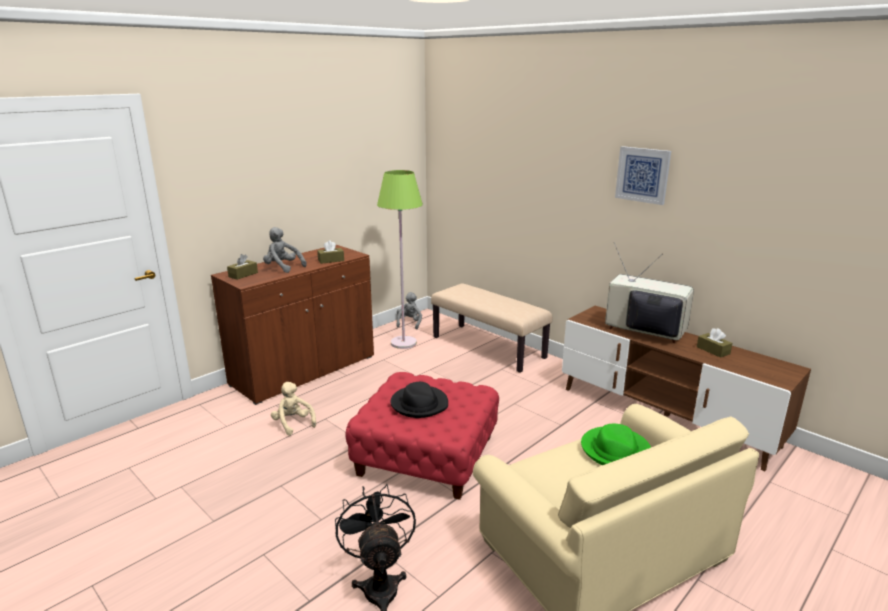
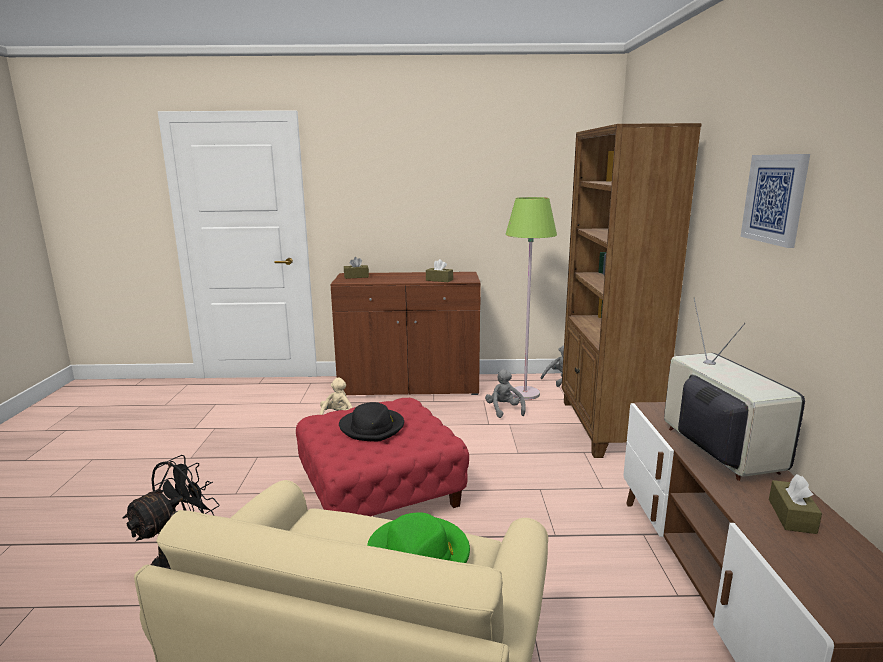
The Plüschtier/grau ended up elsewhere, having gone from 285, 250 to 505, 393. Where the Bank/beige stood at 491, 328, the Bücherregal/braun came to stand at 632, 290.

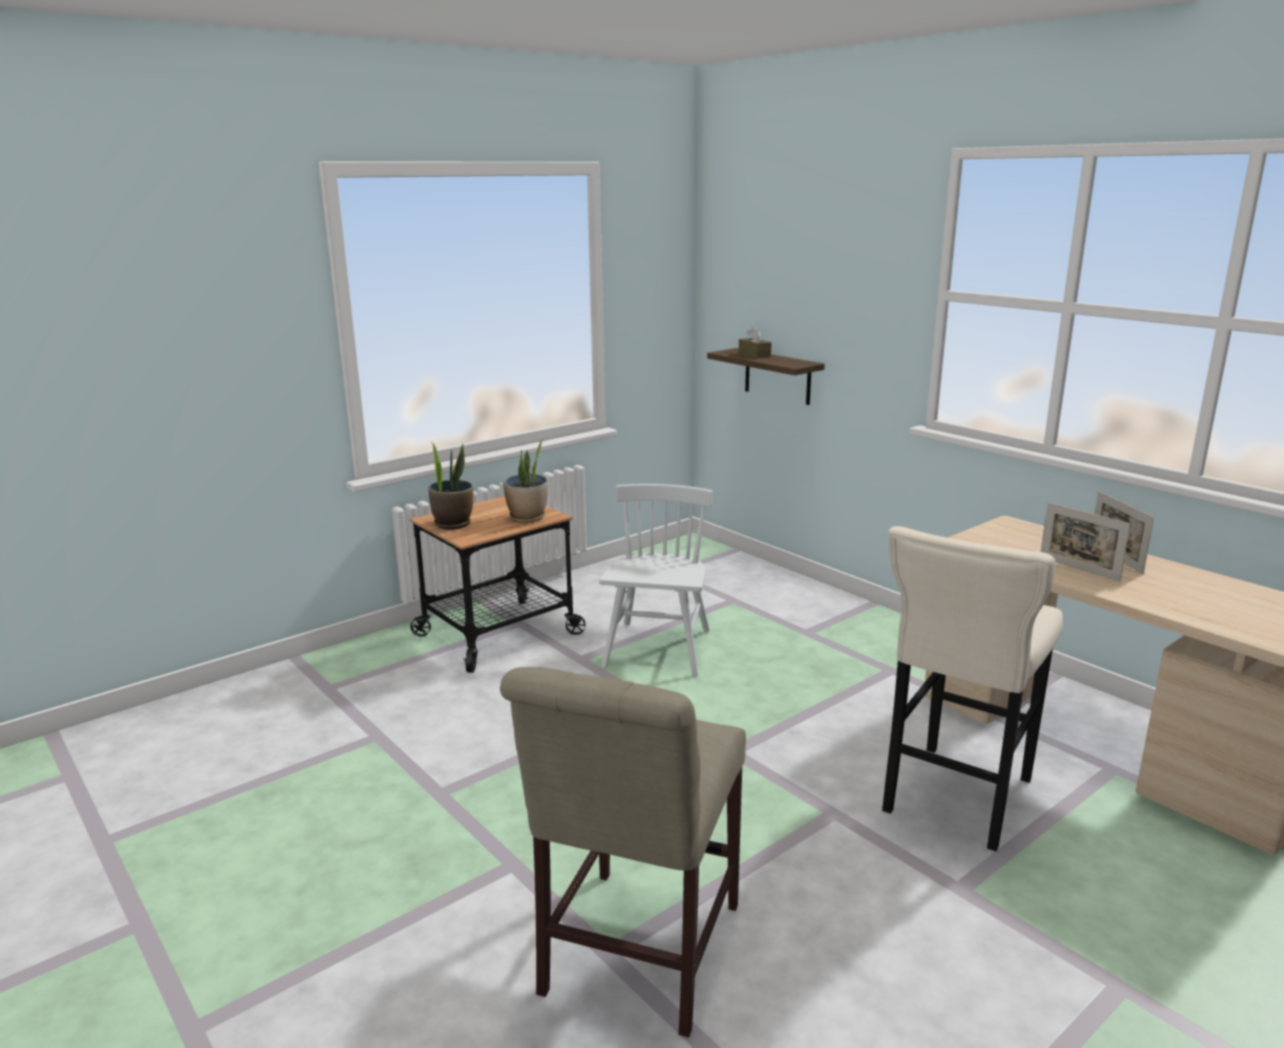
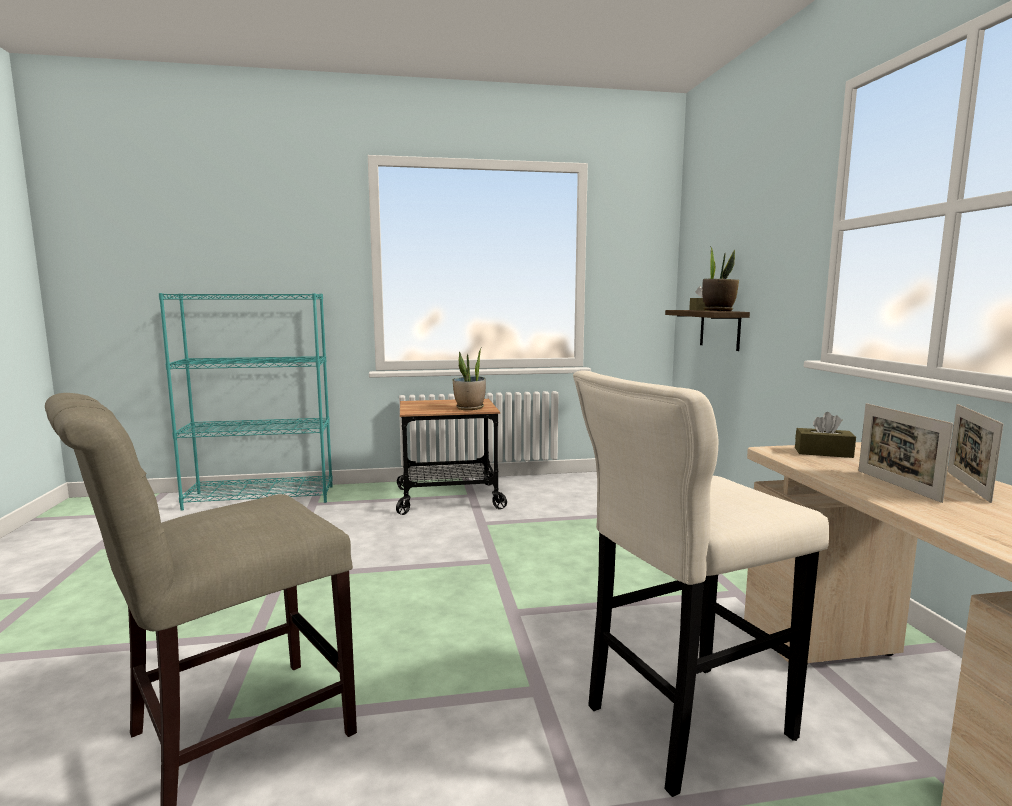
The Topfpflanze ended up elsewhere, having gone from 450, 485 to 720, 278. The second view lost the Stuhl/weiß at 656, 580. The second view gained the Bücherregal/türkis at 246, 402. The second view gained the Taschentuchbox/braun at 825, 435.

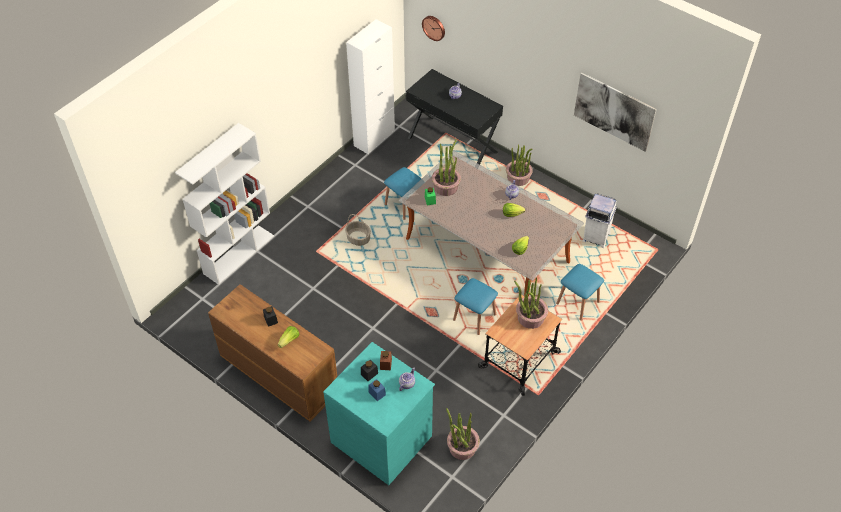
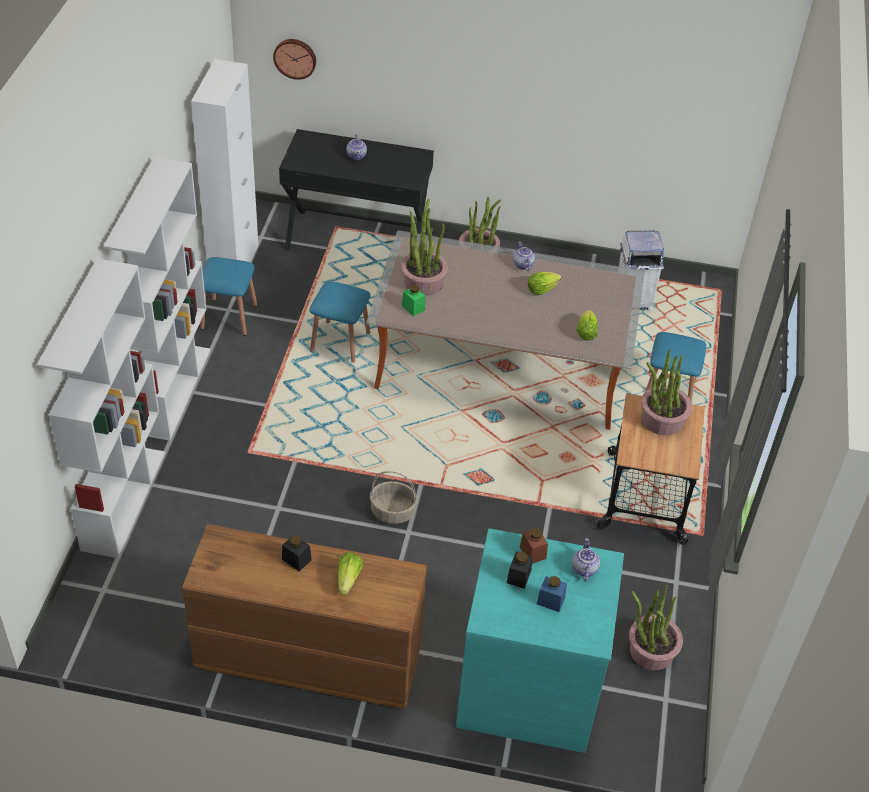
The second view lost the Bild at 615, 112. The Korb ended up elsewhere, having gone from 358, 230 to 393, 497. The Hocker/blau ended up elsewhere, having gone from 475, 306 to 228, 296. The second view gained the Bücherregal/weiß at 157, 299.

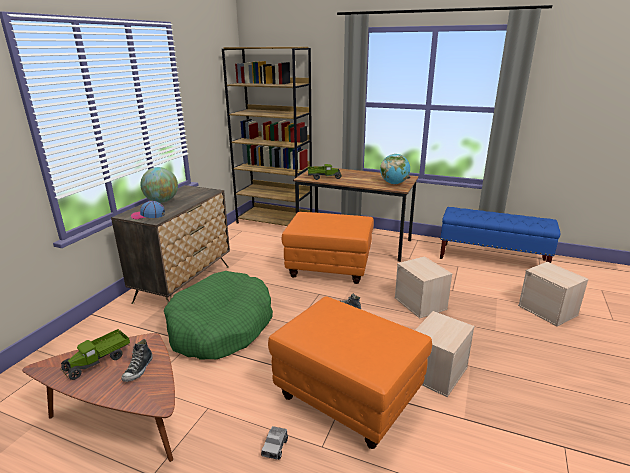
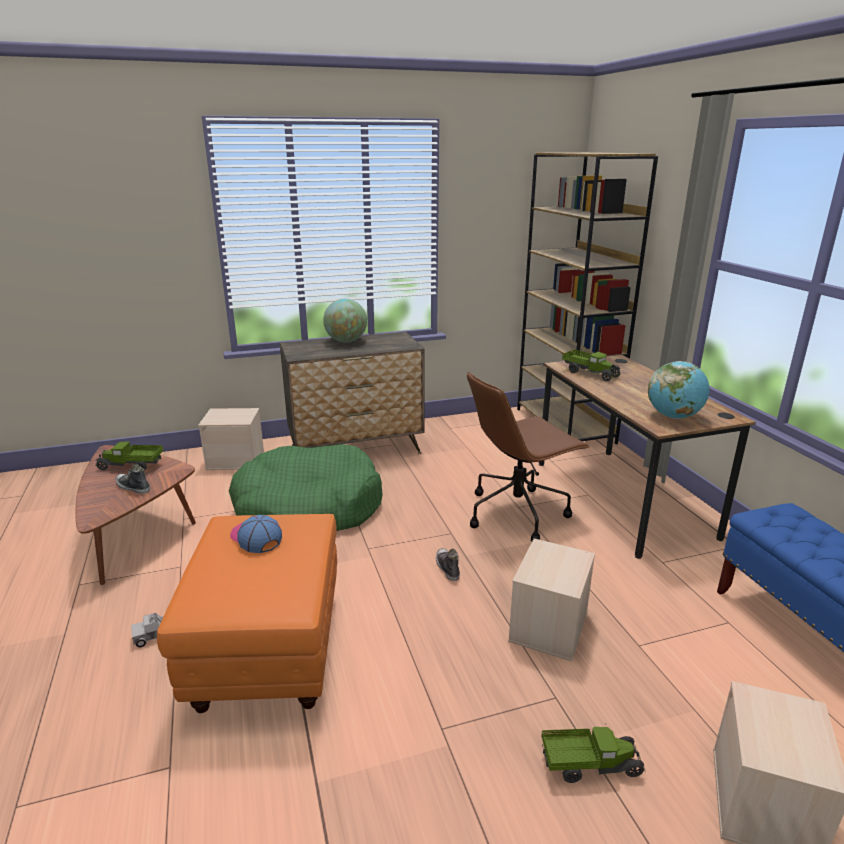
The Kappe ended up elsewhere, having gone from 148, 210 to 256, 534. Where the Polsterhocker/orange stood at 328, 248, the Bürostuhl/braun came to stand at 528, 456. The Aufbewahrungsbox/beige ended up elsewhere, having gone from 445, 354 to 231, 439. The Schuh at 137, 360 ended up facing another way, 60 degrees clockwise from before. The second view gained the Spielzeuglaster at 593, 755.

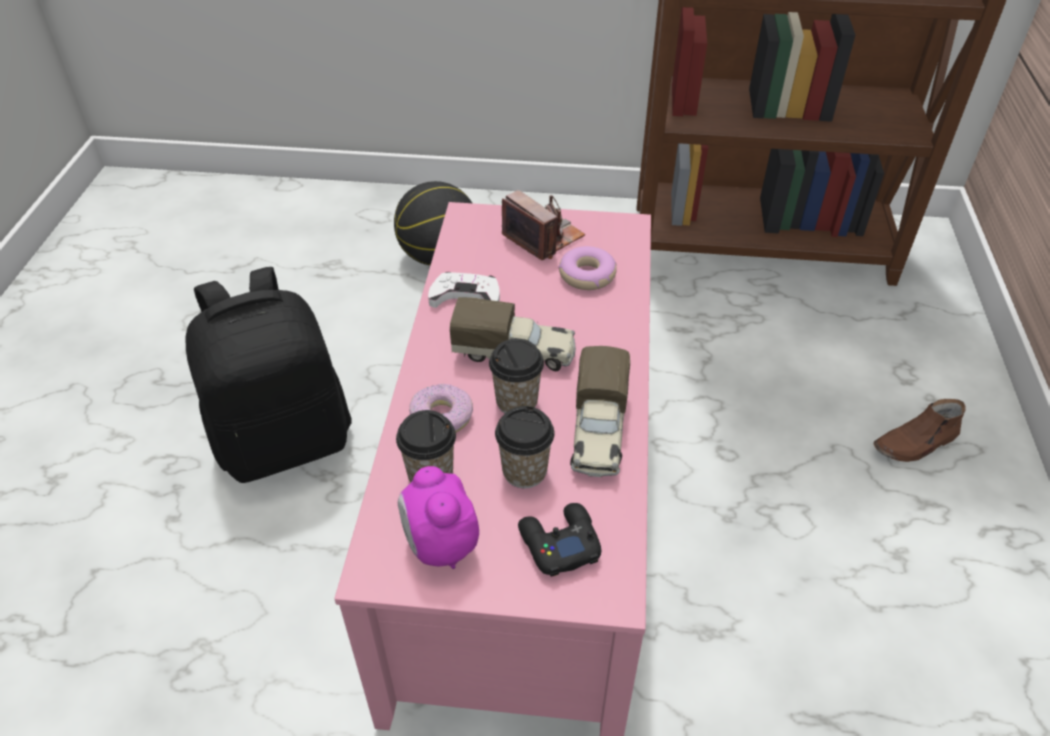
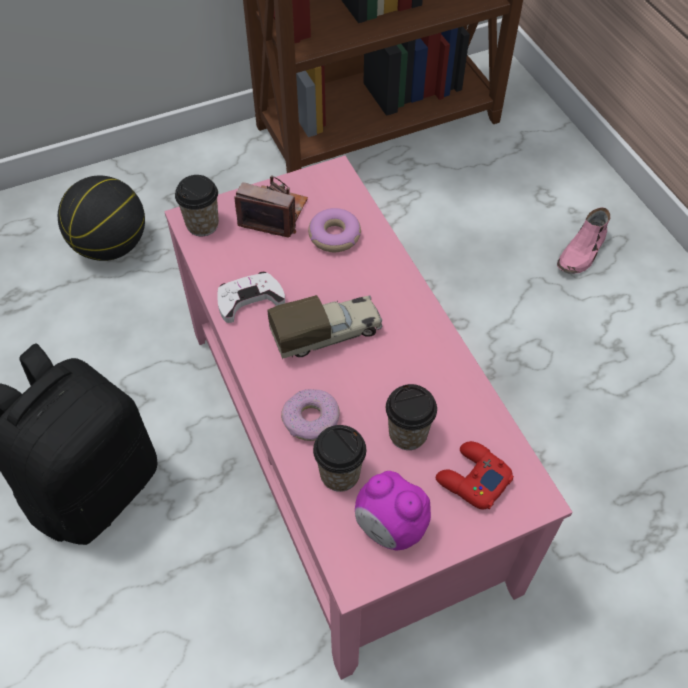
The Tasse ended up elsewhere, having gone from 516, 376 to 197, 205. The second view lost the Spielzeuglaster at 600, 411. What was the Schuh/braun at 919, 430 turned into the Schuh/rosa at 583, 240. What was the Gamepad/schwarz at 560, 540 turned into the Gamepad/rot at 475, 475.

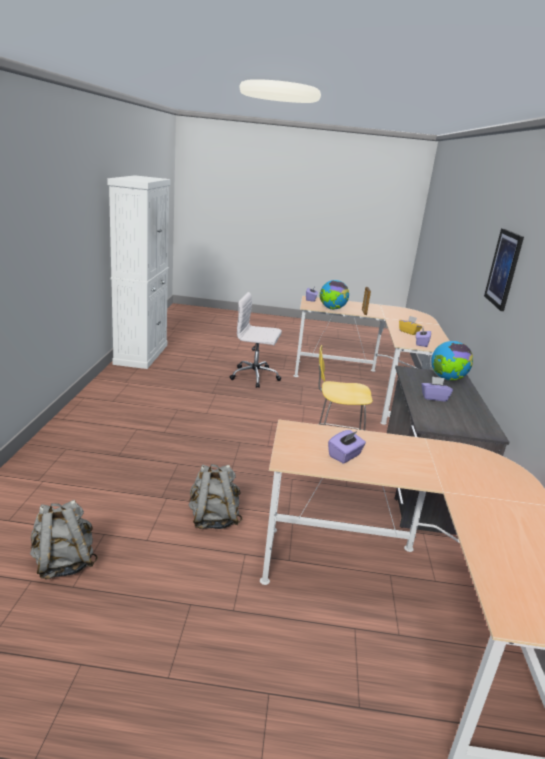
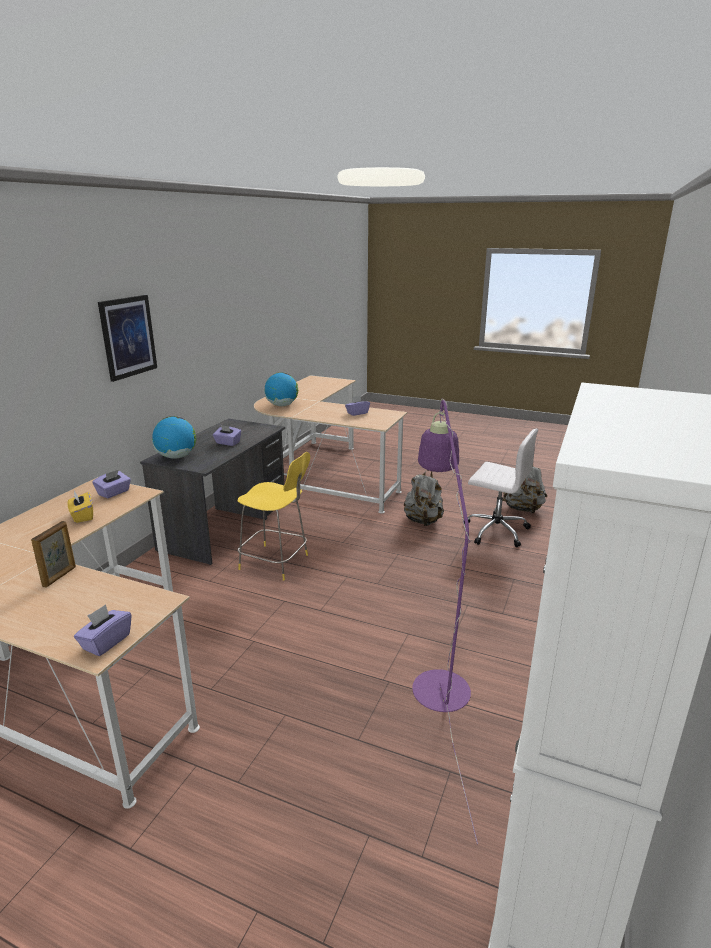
The Globus ended up elsewhere, having gone from 334, 295 to 281, 389. The Bürostuhl/weiß ended up elsewhere, having gone from 256, 340 to 501, 488. The second view gained the Stehlampe/lila at 445, 621.

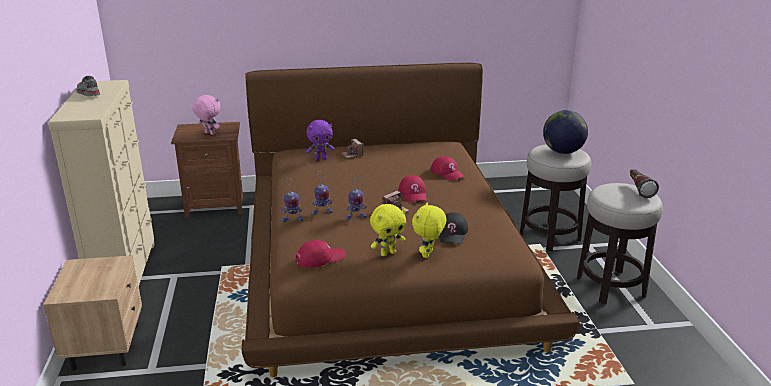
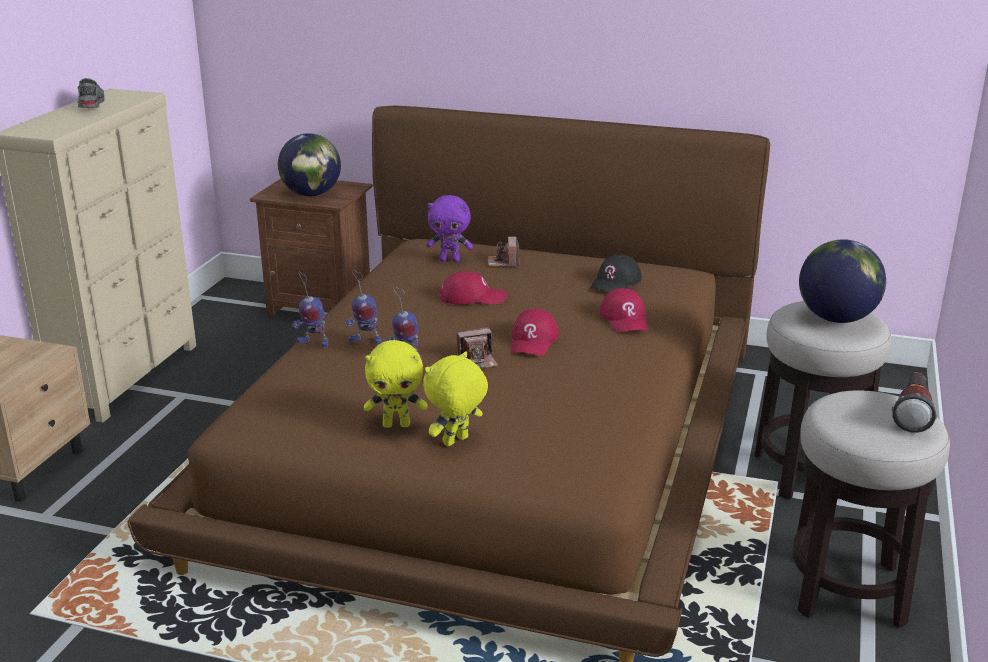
Where the Plüschtier/rosa stood at 206, 115, the Globus came to stand at 309, 165. The Kappe/schwarz ended up elsewhere, having gone from 453, 228 to 616, 274. The Kappe/rot ended up elsewhere, having gone from 320, 254 to 474, 288.

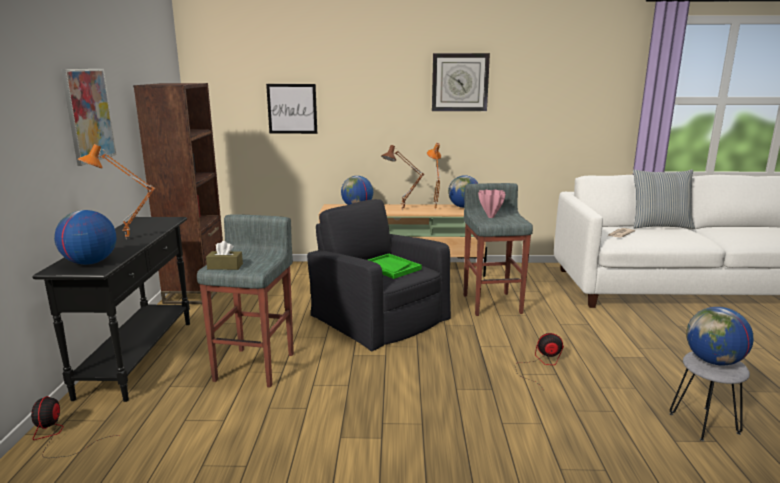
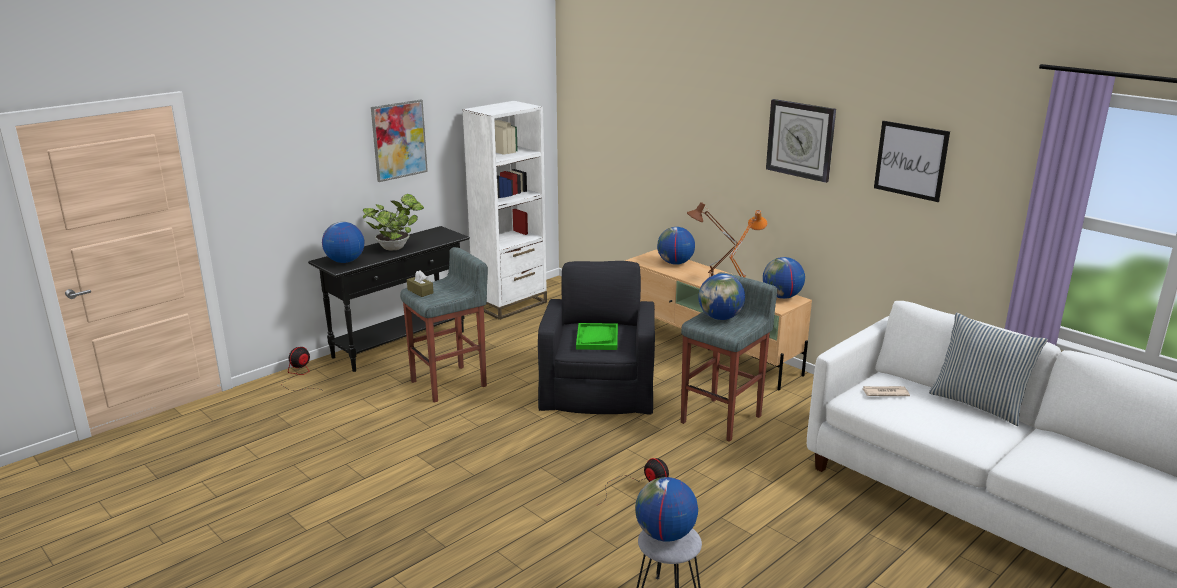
What was the Bücherregal/braun at 178, 193 turned into the Bücherregal/weiß at 504, 210. The Bild ended up elsewhere, having gone from 291, 109 to 912, 161. Where the Tischlampe/orange stood at 116, 191, the Topfpflanze came to stand at 393, 222. Where the Vase/rosa stood at 492, 204, the Globus came to stand at 721, 297.

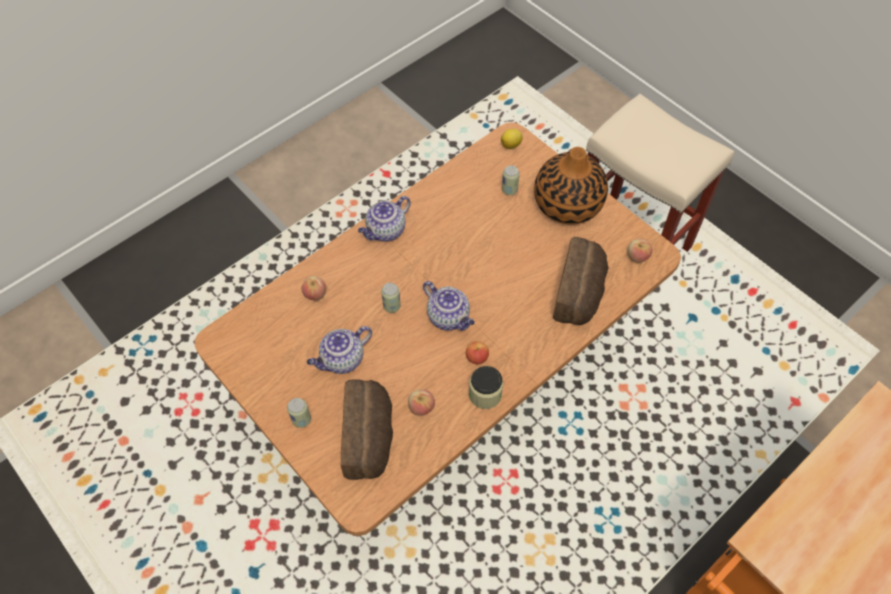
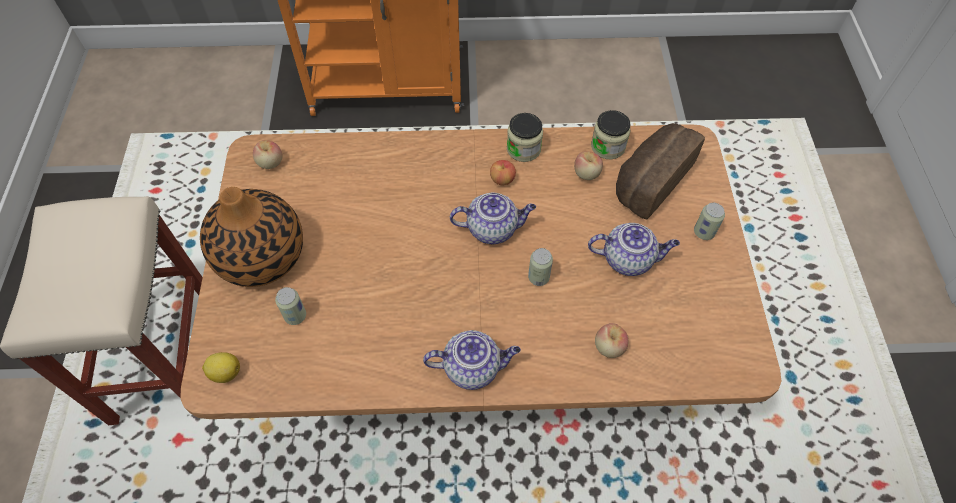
The second view lost the Brot at 581, 281. The Teekanne at 449, 305 ended up facing another way, 90 degrees clockwise from before. The second view gained the Vorratsglas at 610, 134.

